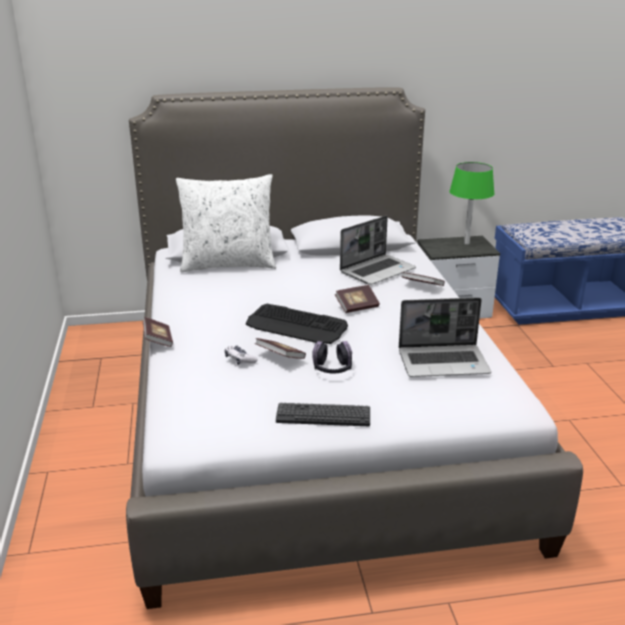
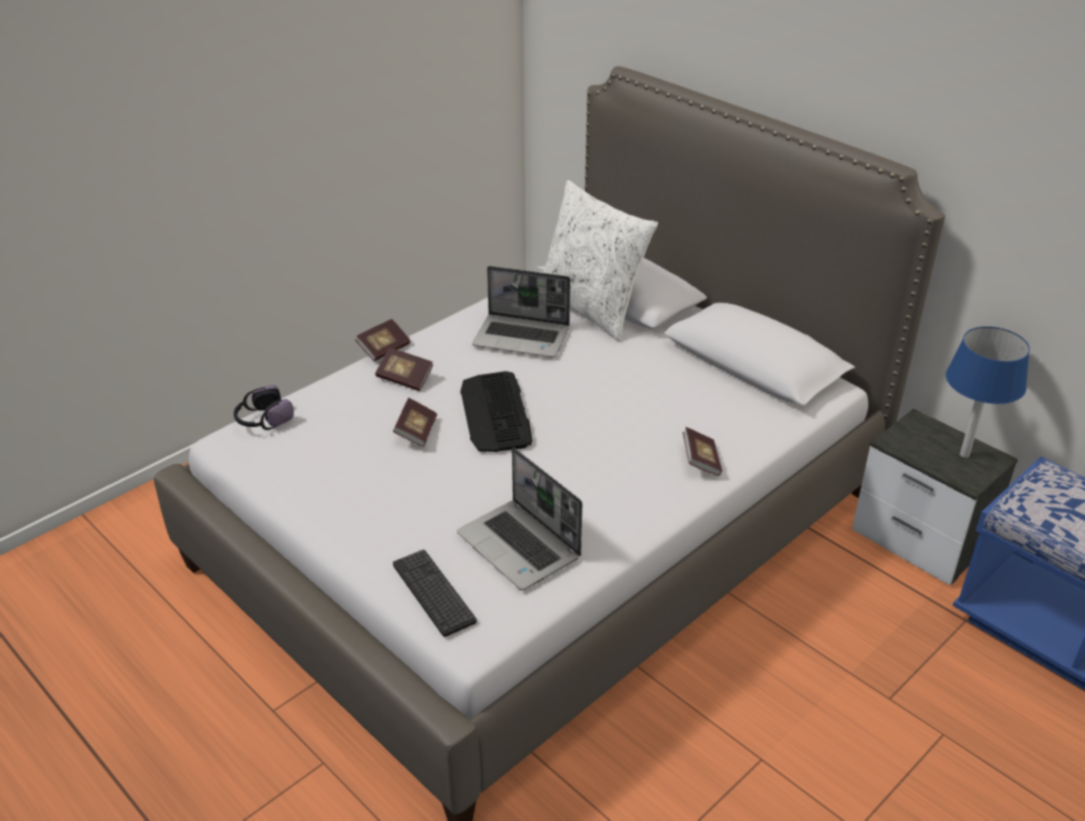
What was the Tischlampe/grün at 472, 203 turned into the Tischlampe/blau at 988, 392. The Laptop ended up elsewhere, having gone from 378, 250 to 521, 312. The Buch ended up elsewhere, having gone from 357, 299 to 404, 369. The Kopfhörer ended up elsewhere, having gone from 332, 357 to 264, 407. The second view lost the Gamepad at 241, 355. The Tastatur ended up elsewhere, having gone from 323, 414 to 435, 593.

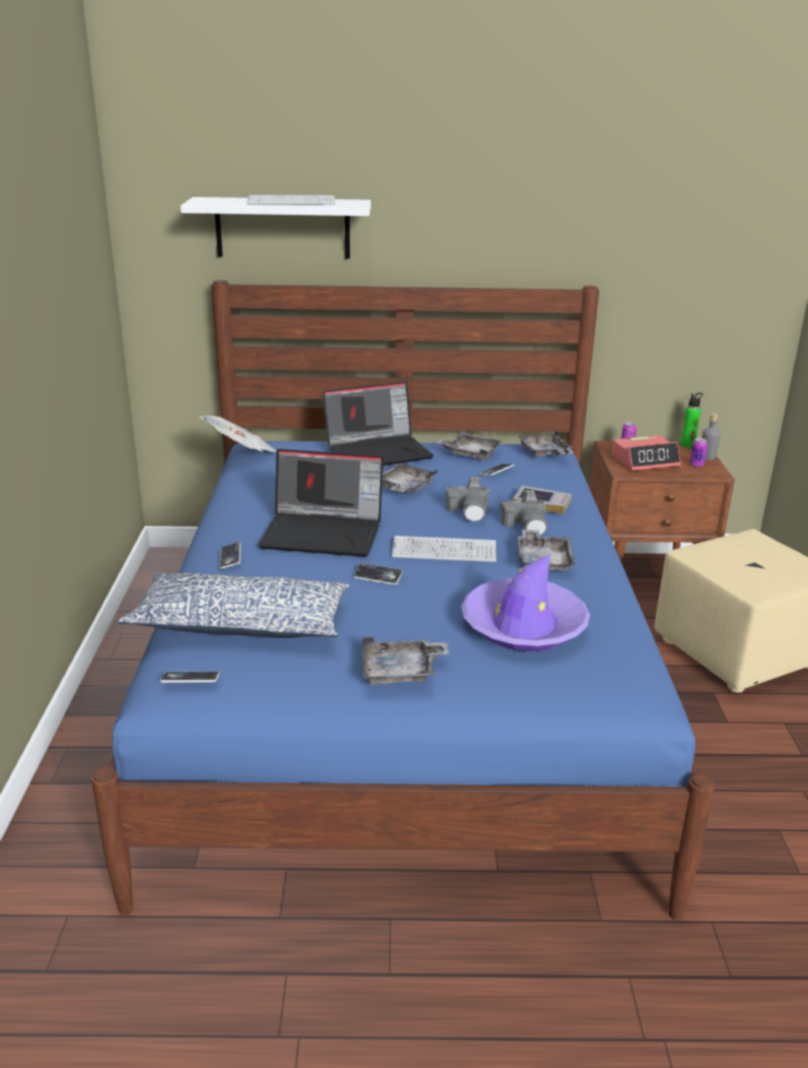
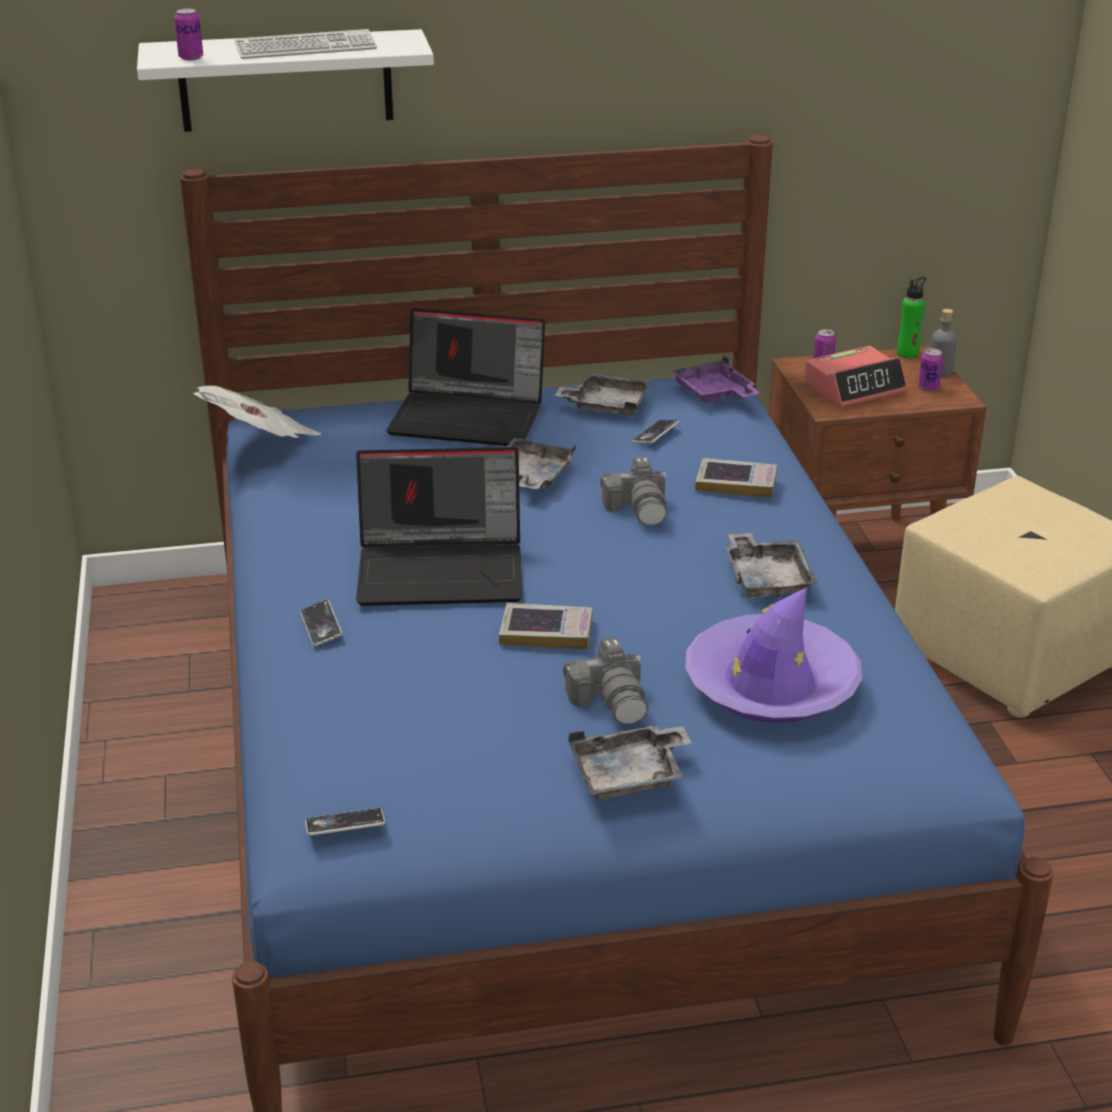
The Laptop at 378, 423 ended up facing another way, 45 degrees clockwise from before. What was the Tablett/grau at 545, 443 turned into the Tablett/lila at 715, 379. The Kamera ended up elsewhere, having gone from 523, 513 to 606, 681. The second view lost the Tastatur at 444, 549. Where the Handy stood at 378, 574, the Buch came to stand at 546, 626. The second view lost the Kissen at 233, 605. The second view gained the Dose at 188, 34.

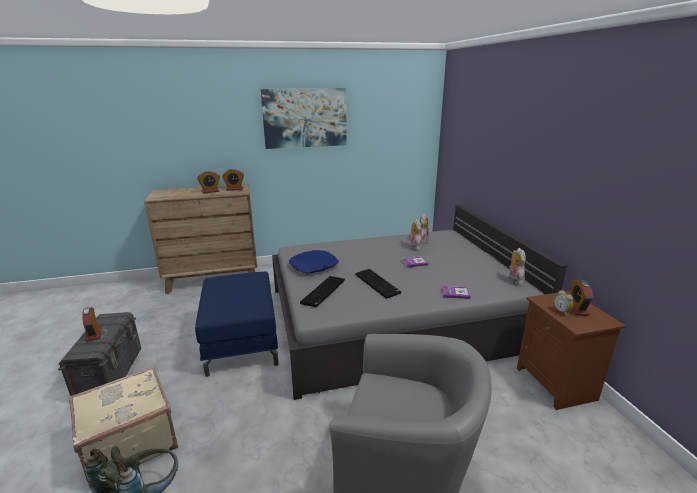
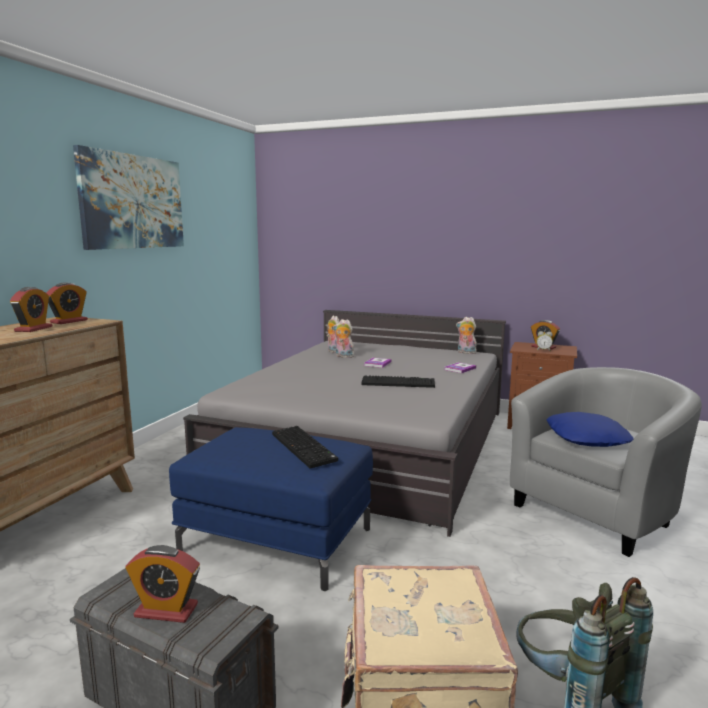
The Kissen/blau ended up elsewhere, having gone from 314, 261 to 590, 429. The Tastatur ended up elsewhere, having gone from 322, 291 to 305, 447.

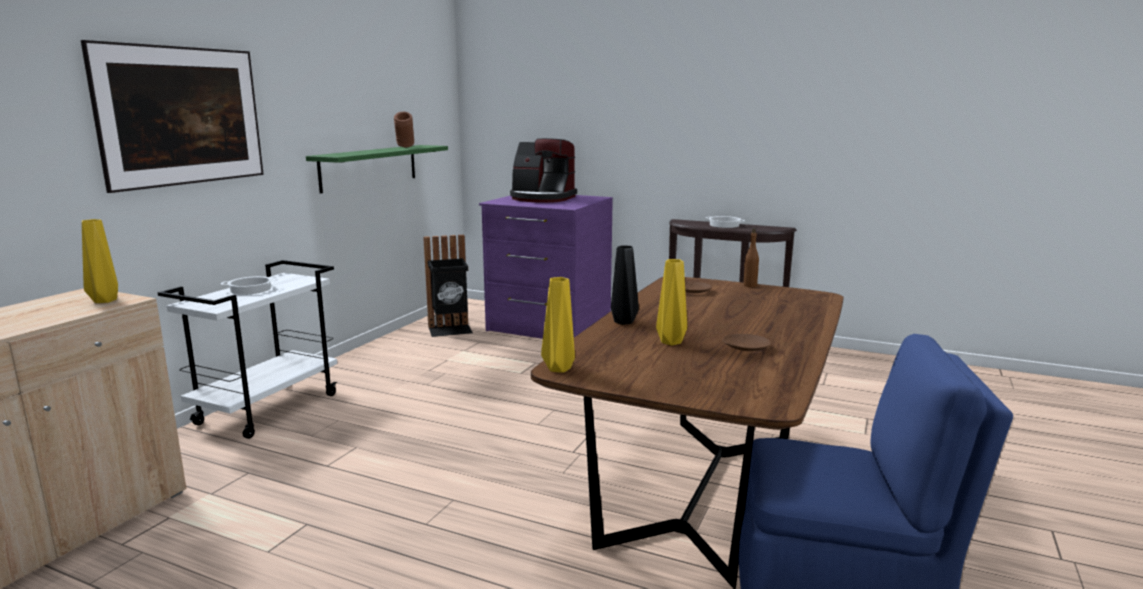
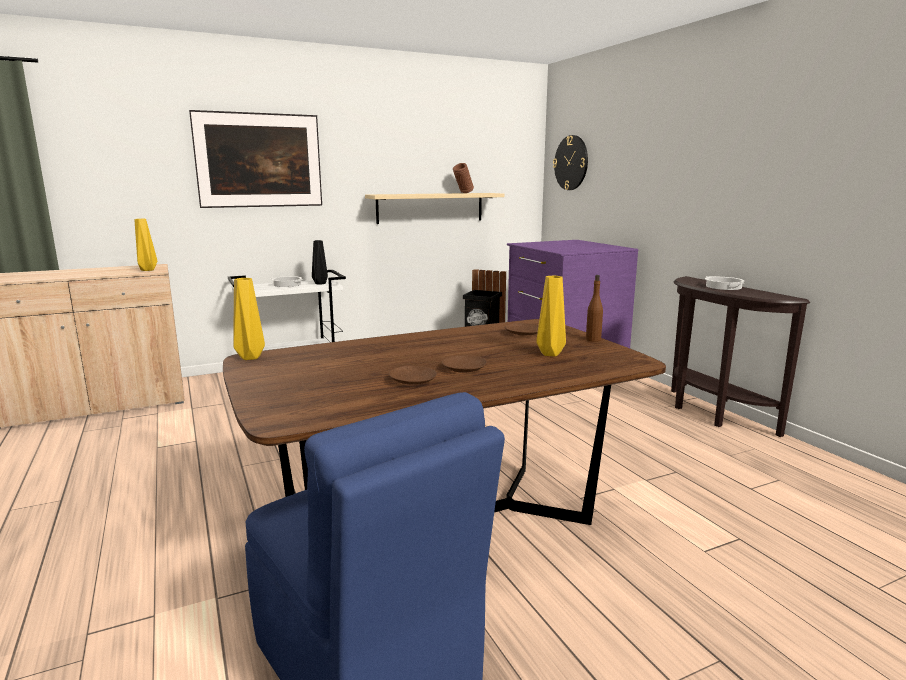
The second view lost the Kaffeemaschine at 543, 170. What was the Wandregal/grün at 377, 169 turned into the Wandregal/beige at 434, 208. The Vase/schwarz ended up elsewhere, having gone from 625, 285 to 320, 262. The Vase/gelb ended up elsewhere, having gone from 671, 302 to 551, 315. The second view gained the Wanduhr at 570, 162. The second view gained the Teller/braun at 464, 364.

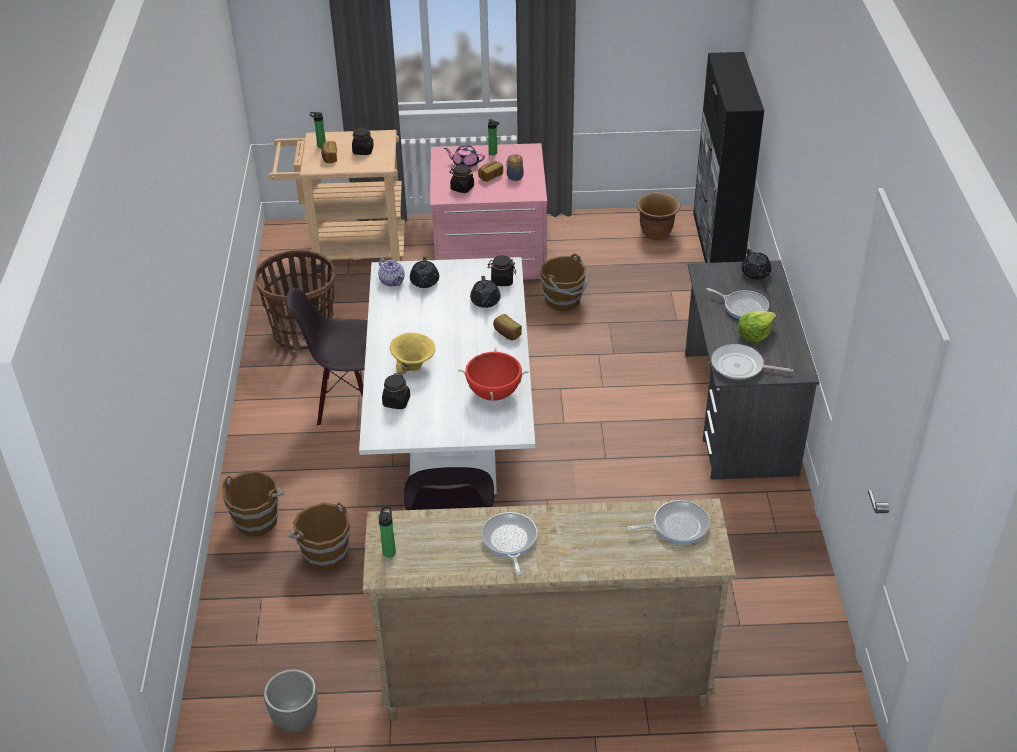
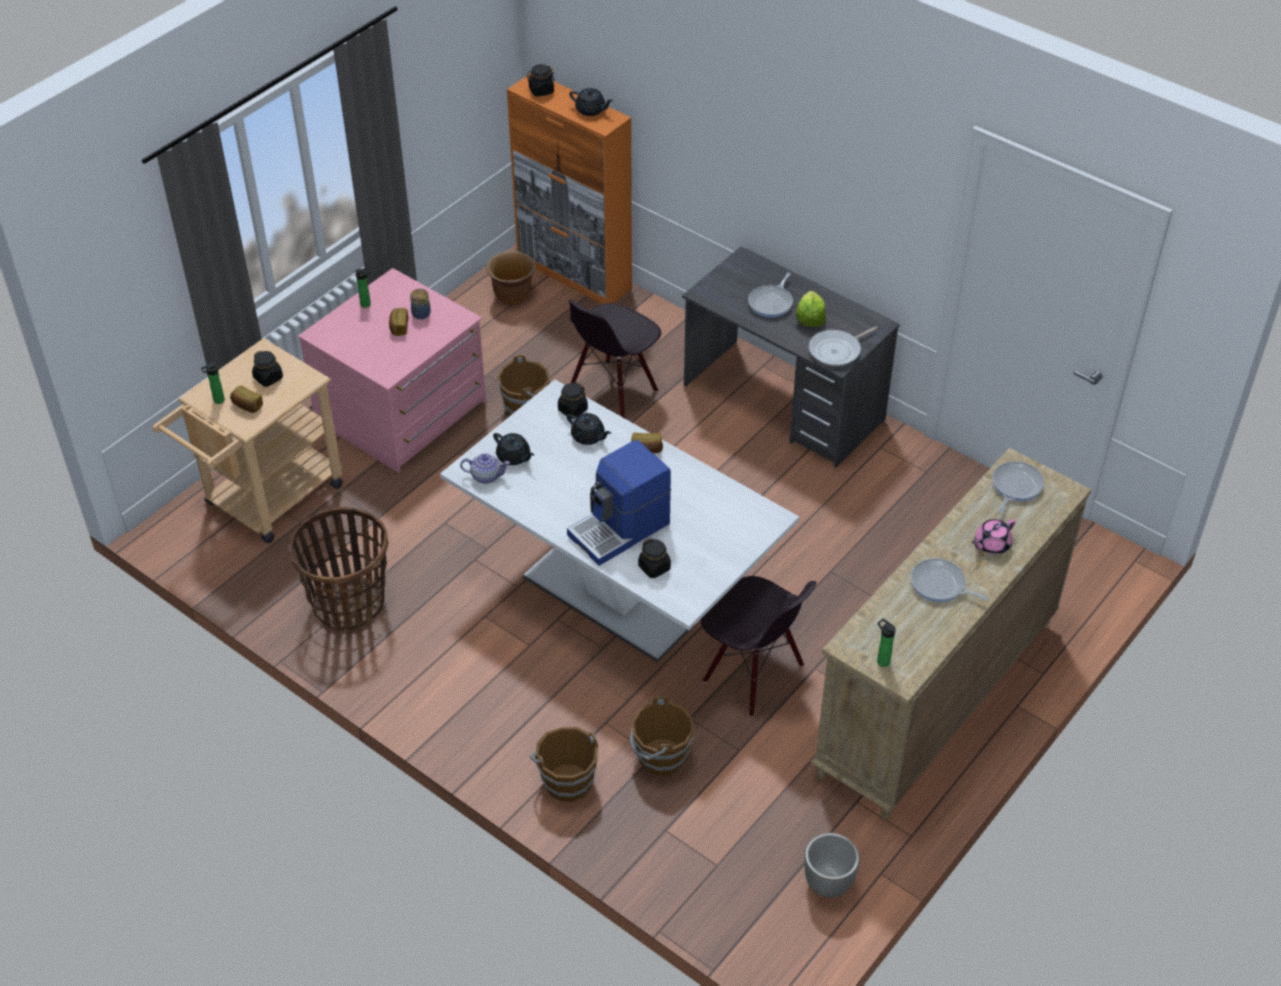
What was the Schrank/schwarz at 728, 157 turned into the Schrank/orange at 569, 188. The Teekanne/rosa ended up elsewhere, having gone from 464, 157 to 994, 536. The Vorratsglas/schwarz ended up elsewhere, having gone from 462, 179 to 540, 80. The Teekanne/schwarz ended up elsewhere, having gone from 756, 264 to 592, 102. The Stuhl/schwarz ended up elsewhere, having gone from 327, 356 to 614, 359. The Pfanne at 737, 303 ended up facing another way, 135 degrees clockwise from before. Where the Schüssel/gelb stood at 412, 353, the Kaffeemaschine came to stand at 619, 503. The second view lost the Kochtopf/rot at 493, 374.

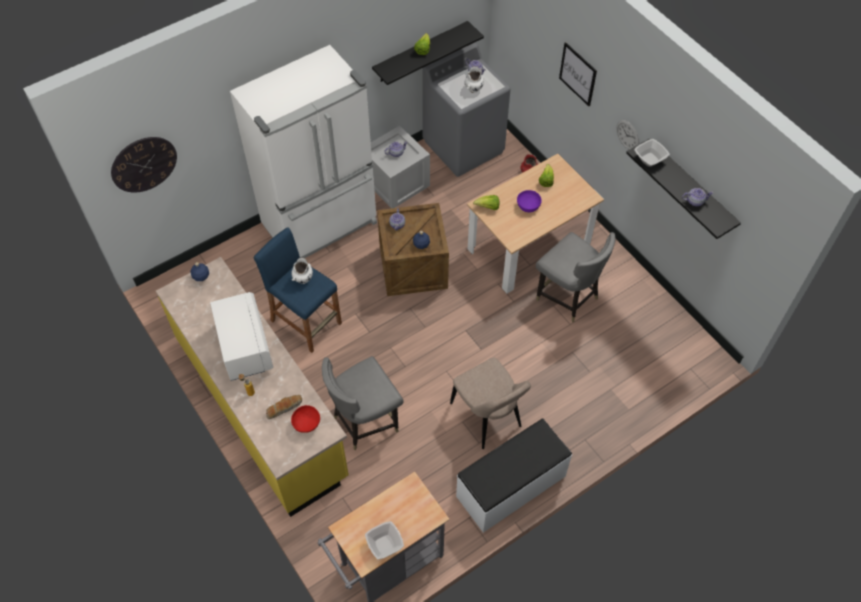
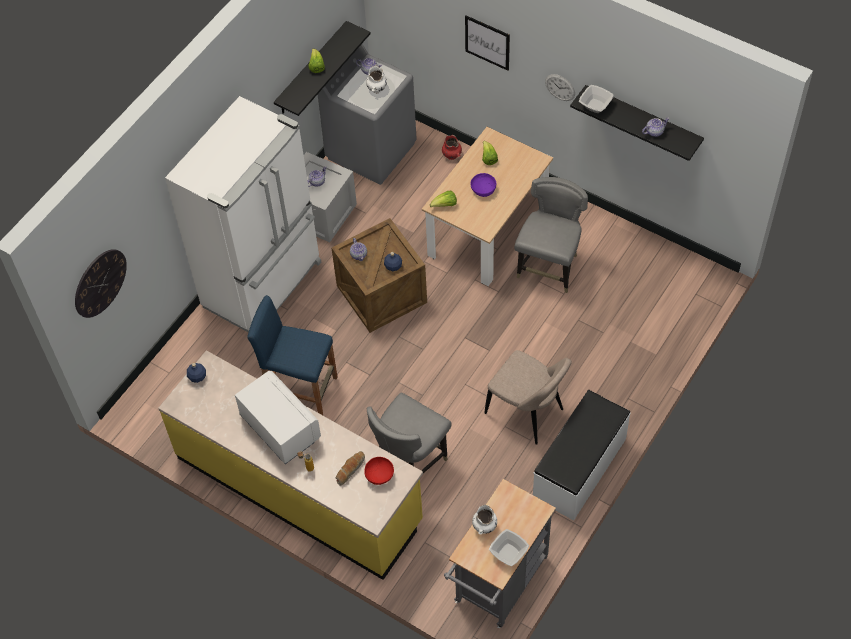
The Stuhl/grau at 576, 277 ended up facing another way, 90 degrees counterclockwise from before. The Vase/weiß ended up elsewhere, having gone from 302, 271 to 484, 520.

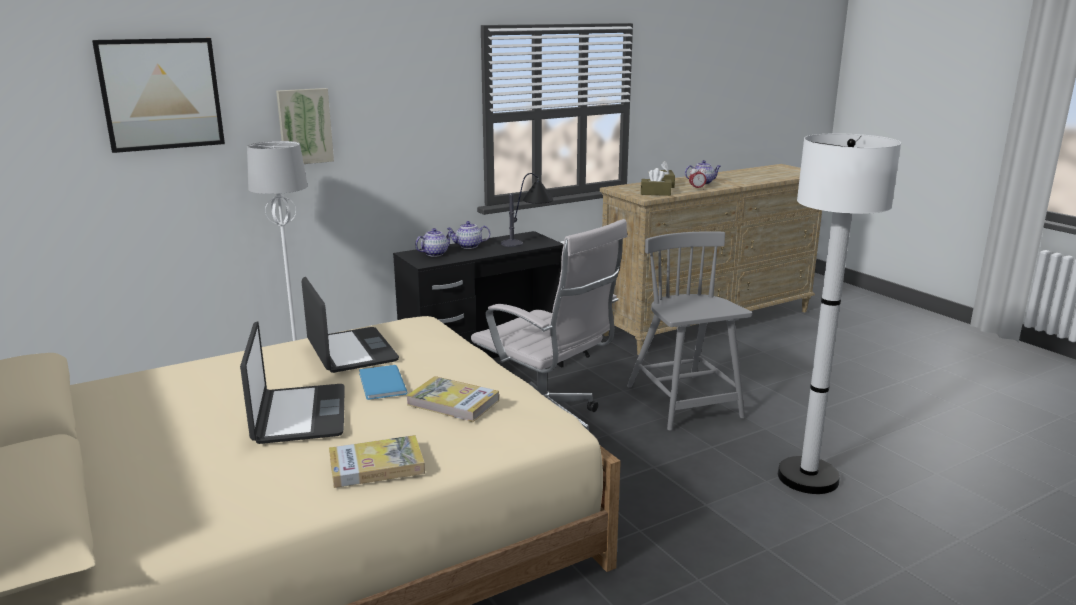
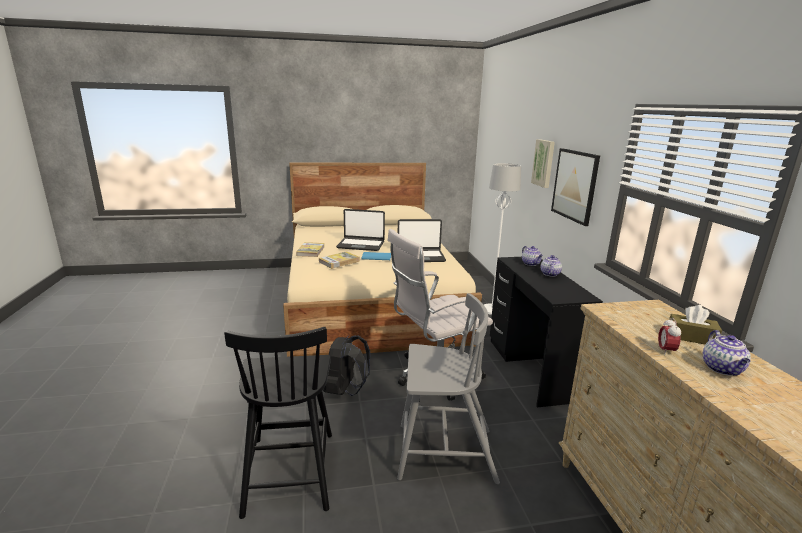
The Bild ended up elsewhere, having gone from 158, 95 to 575, 187. Where the Stehlampe/weiß stood at 839, 313, the Stuhl/schwarz came to stand at 278, 423. The second view lost the Taschentuchbox/braun at 656, 182. The second view lost the Tischlampe at 527, 210. The second view gained the Rucksack/schwarz at 346, 365.

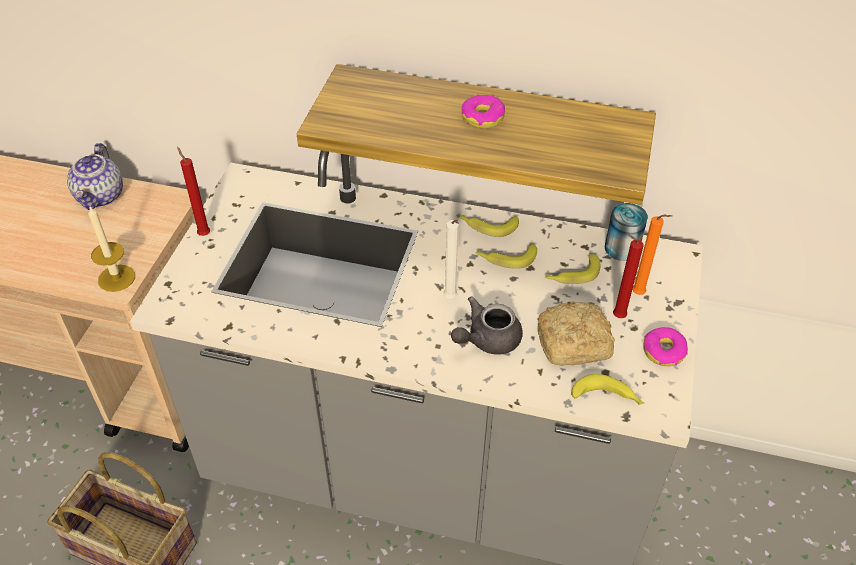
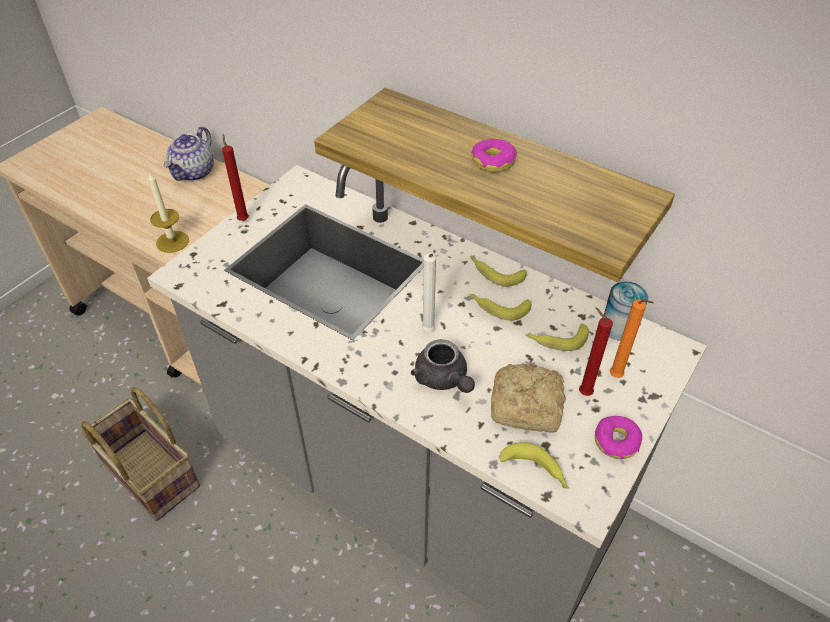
The Teekanne/grau at 487, 325 ended up facing another way, 105 degrees counterclockwise from before.

